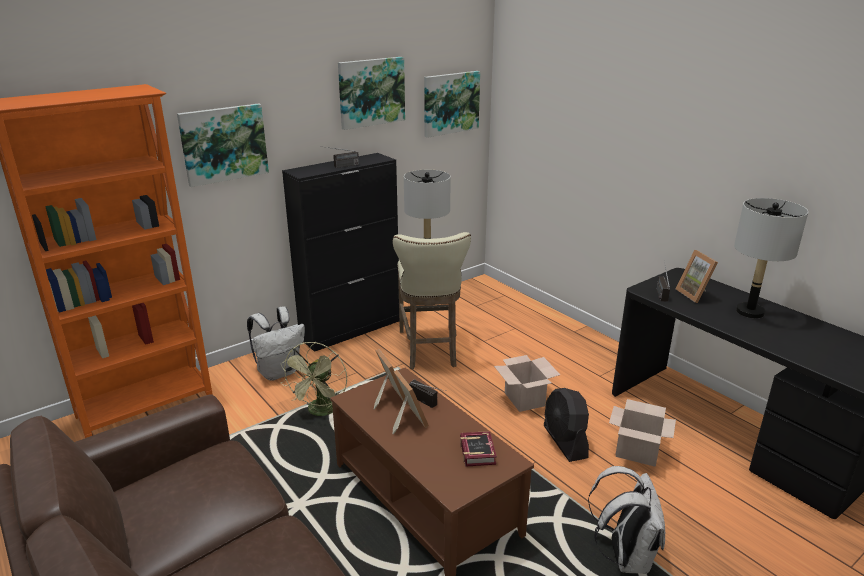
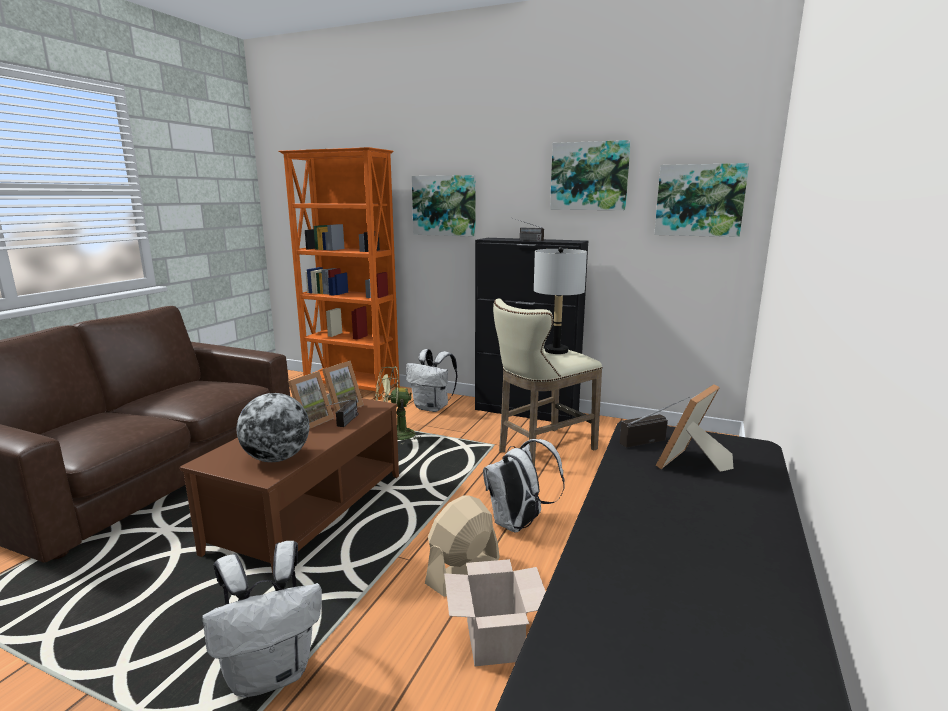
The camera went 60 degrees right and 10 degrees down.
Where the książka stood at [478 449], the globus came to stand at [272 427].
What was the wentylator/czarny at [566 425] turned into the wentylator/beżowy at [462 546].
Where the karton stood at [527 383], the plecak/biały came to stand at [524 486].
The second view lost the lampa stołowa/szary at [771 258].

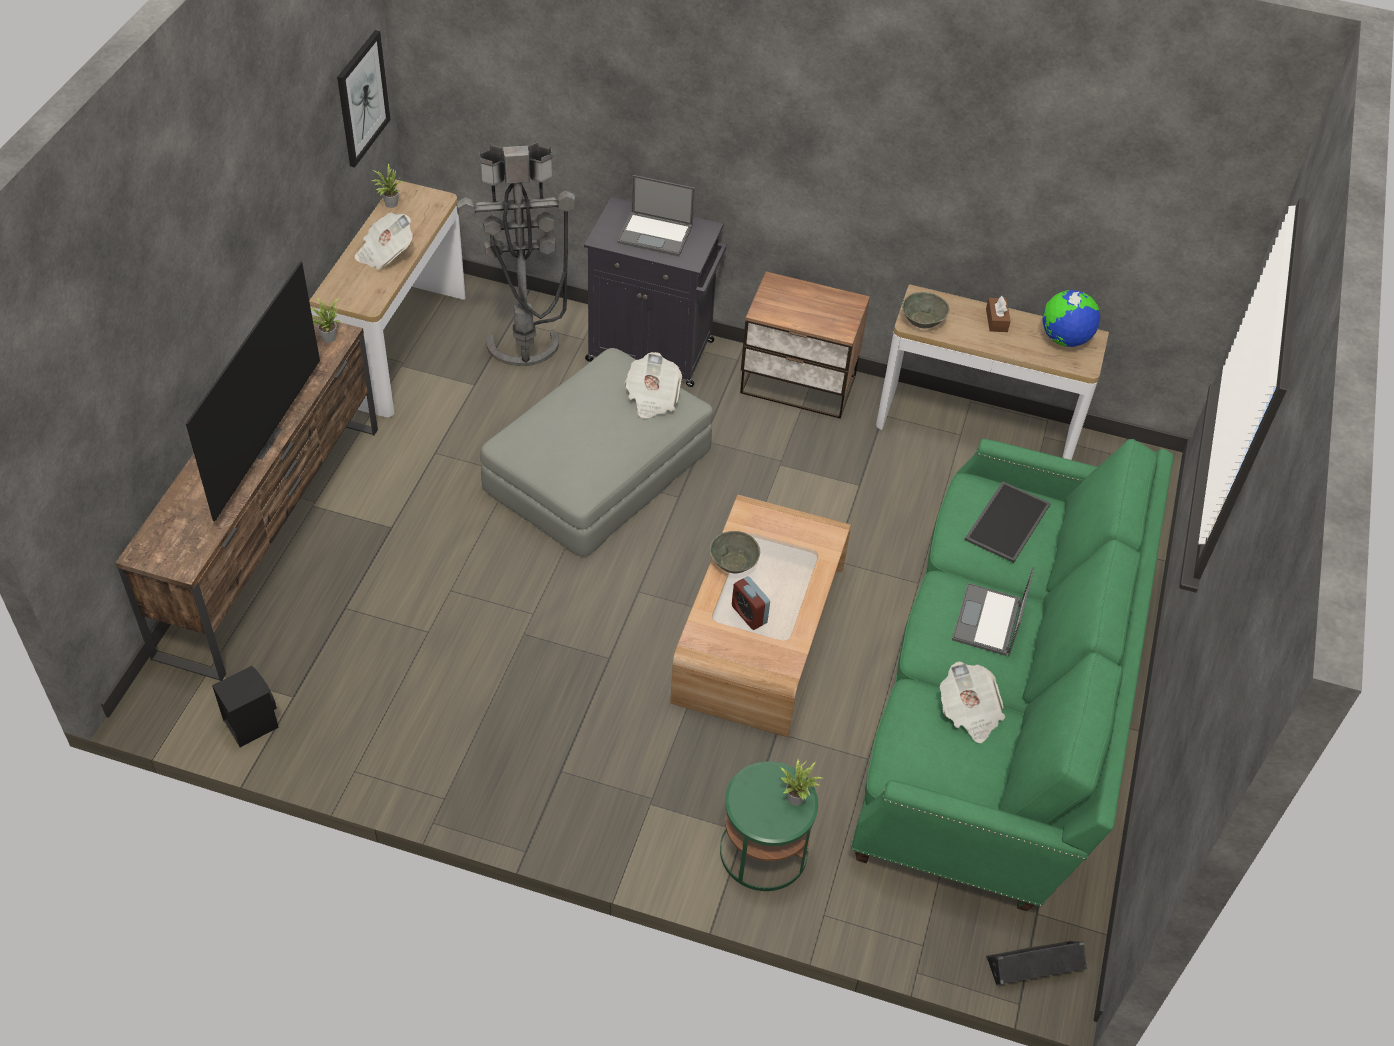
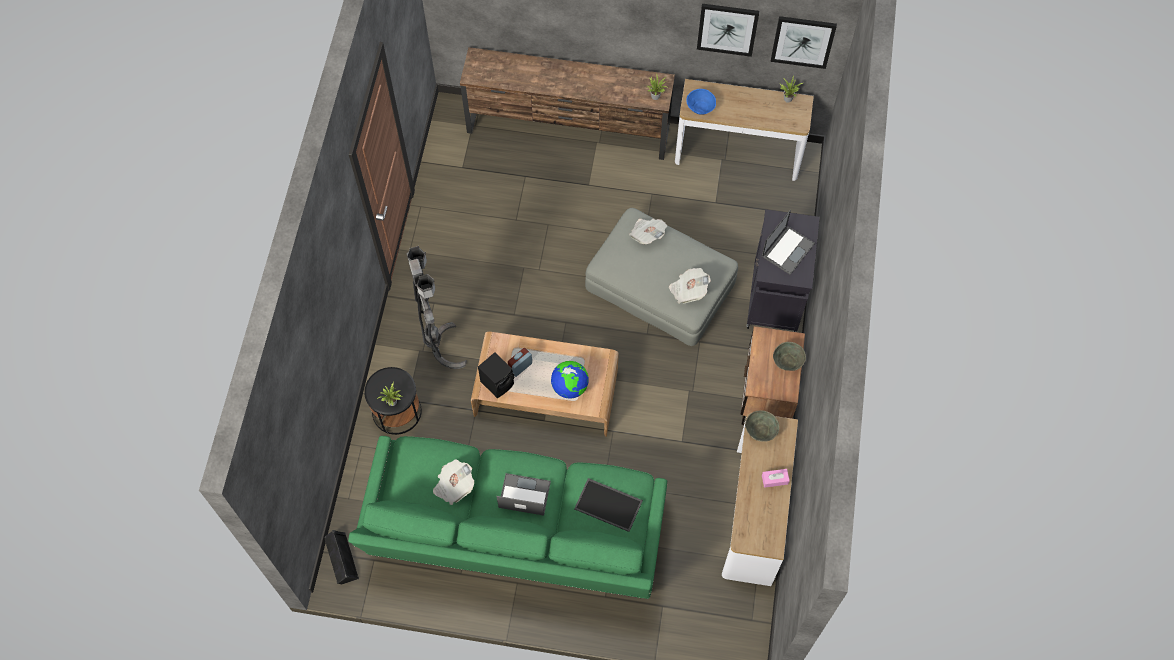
The camera went 85 degrees right and 15 degrees up.
What was the stolik/zielony at [769 826] turned into the stolik/czarny at [393 401].
The lampa stojąca/szary ended up elsewhere, having gone from [515 254] to [436 307].
The głośnik/czarny ended up elsewhere, having gone from [245 706] to [496 375].
The globus ended up elsewhere, having gone from [1071 318] to [570 380].
The gazeta ended up elsewhere, having gone from [383 241] to [648 231].
The second view gained the miska/niebieski at [701 102].
The second view gained the obraz at [728 30].
The laptop at [656 215] ended up facing another way, 150 degrees counterclockwise from before.
What was the pudełko chusteczek/brązowy at [998 314] turned into the pudełko chusteczek/różowy at [776 478].
The miska/szary ended up elsewhere, having gone from [734 552] to [789 356].
The second view lost the telewizor at [253 391].

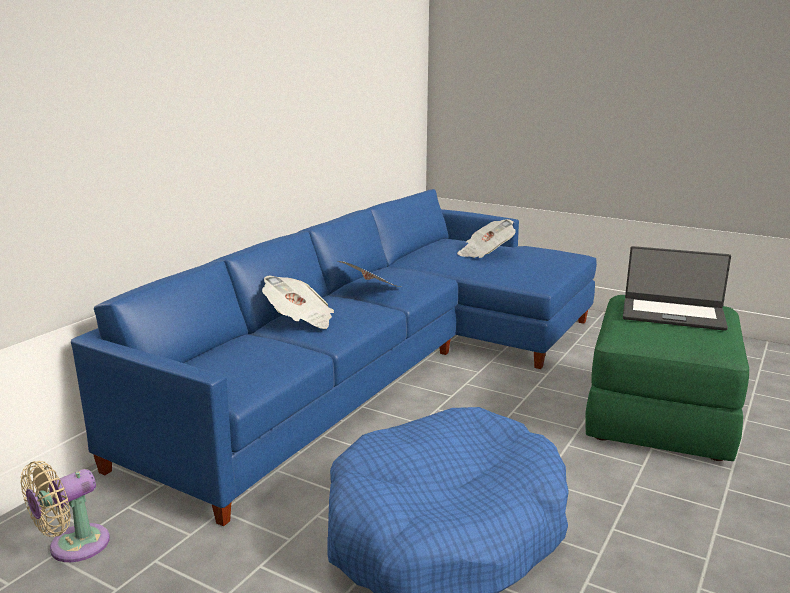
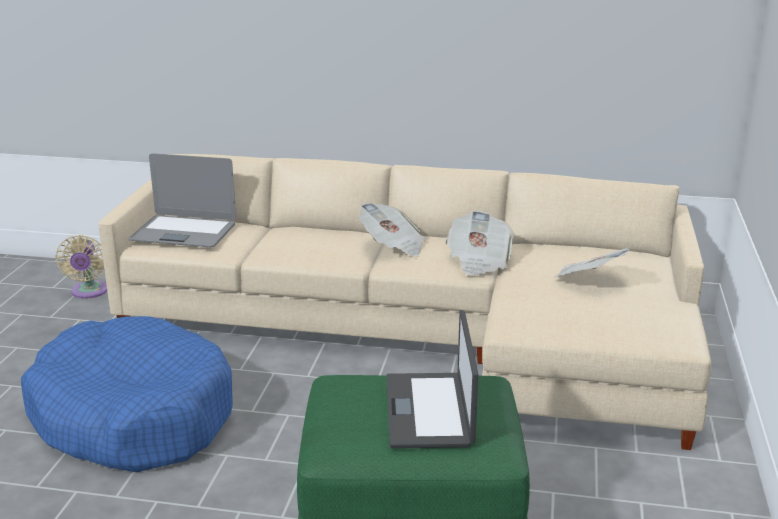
The camera went 70 degrees right and 5 degrees up.
The wentylator/beżowy at [65 511] ended up facing another way, 120 degrees counterclockwise from before.
What was the kanapa/niebieski at [334 357] turned into the kanapa/beżowy at [404 302].
The second view gained the laptop at [182 200].
The gazeta ended up elsewhere, having gone from [298 302] to [480 243].

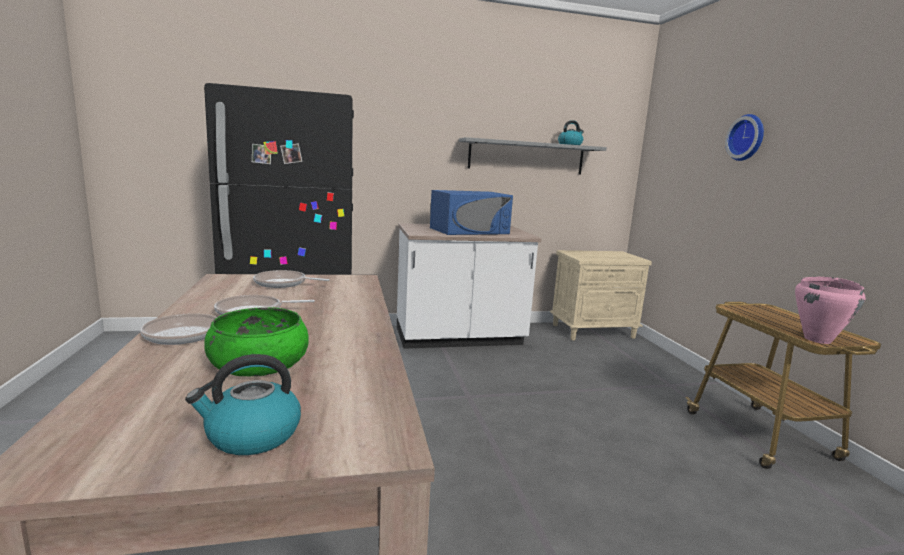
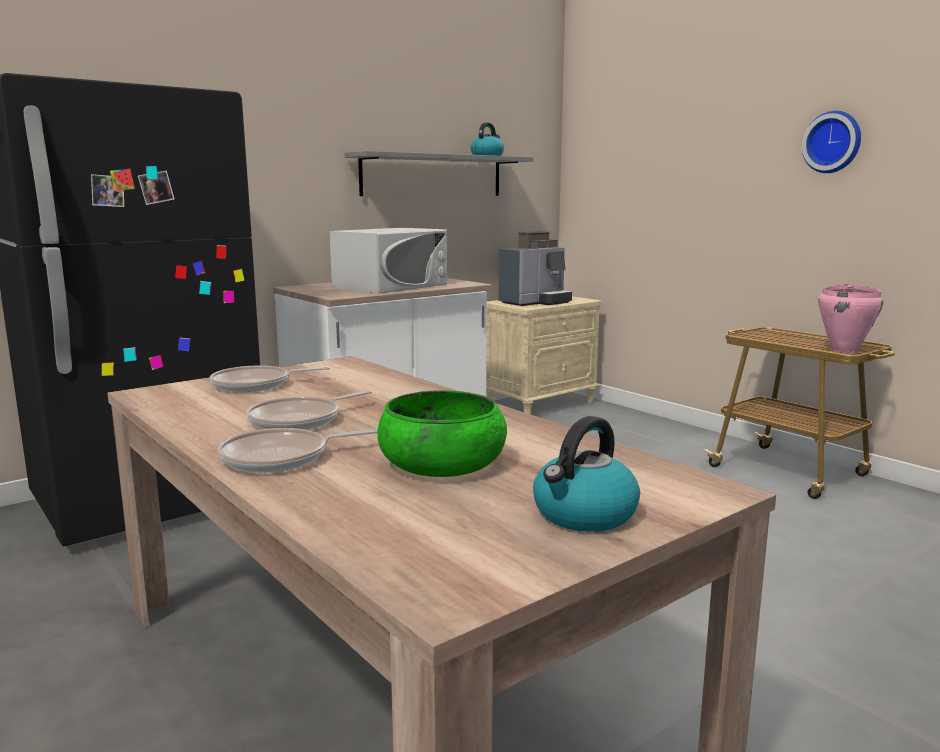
The camera went 25 degrees left and 0 degrees up.
What was the mikrofalówka/niebieski at [471 212] turned into the mikrofalówka/biały at [388 261].
The second view gained the ekspres do kawy at [535 268].
The zegar ścienny ended up elsewhere, having gone from [744 137] to [831 142].

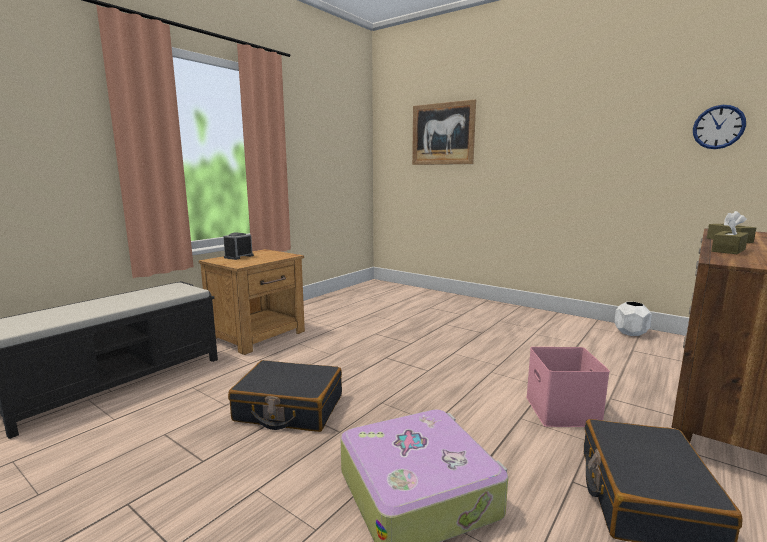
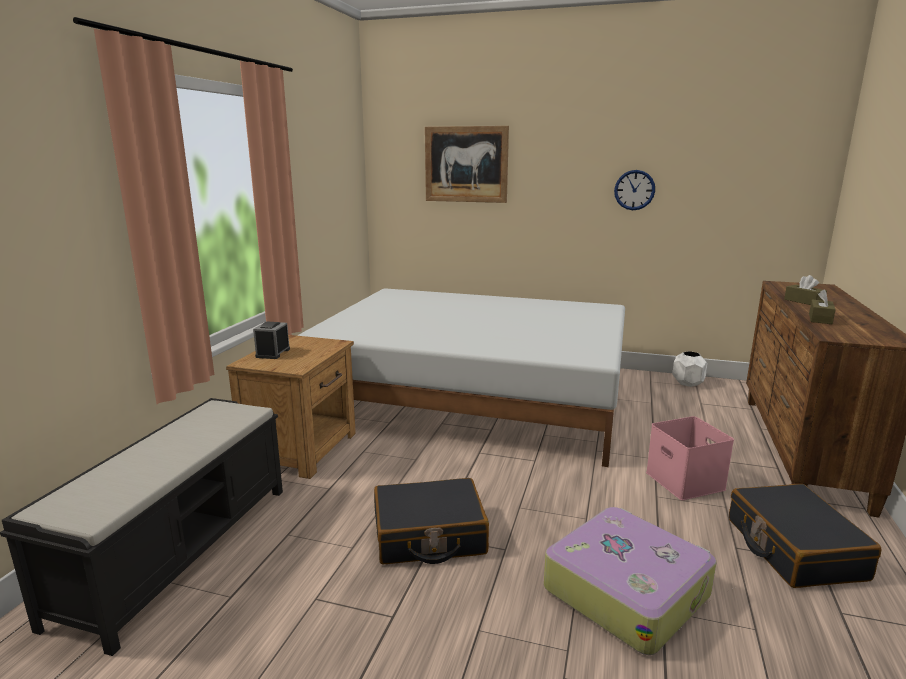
The camera went 20 degrees left and 5 degrees up.
The second view gained the łóżko/biały at [461 377].
The zegar ścienny ended up elsewhere, having gone from [719 127] to [634 190].

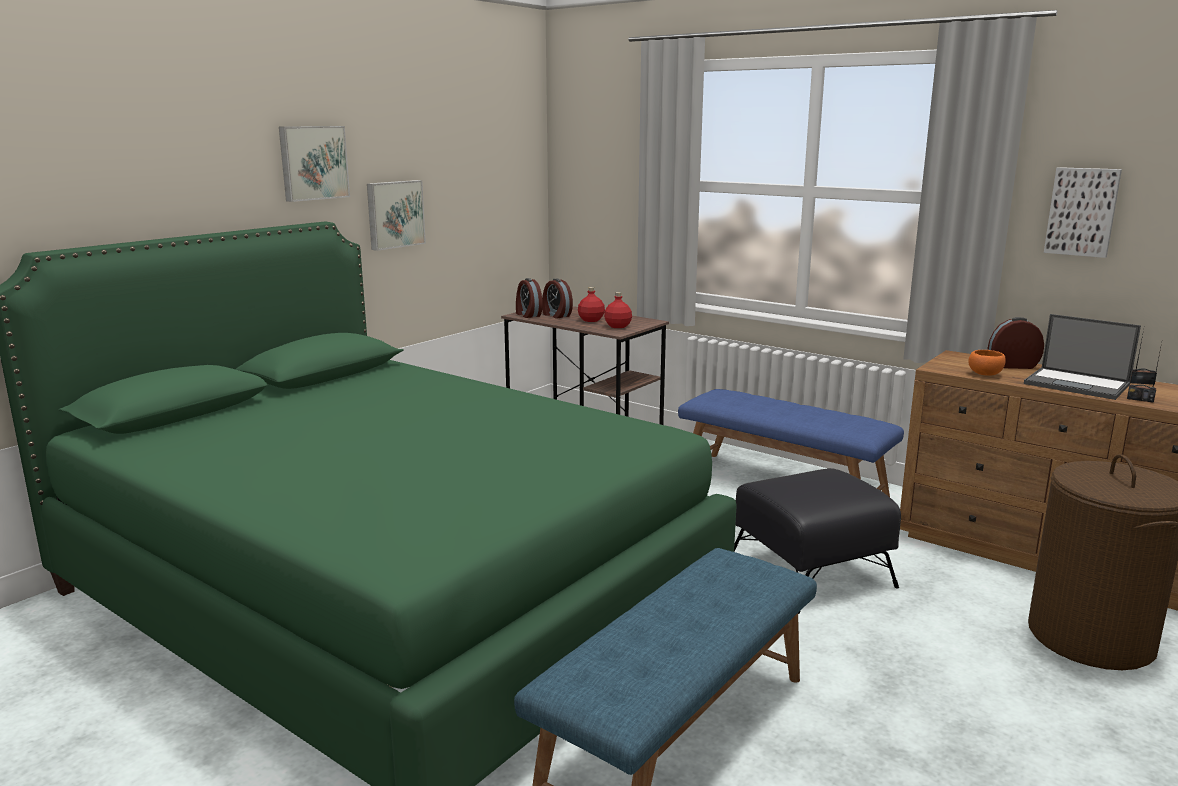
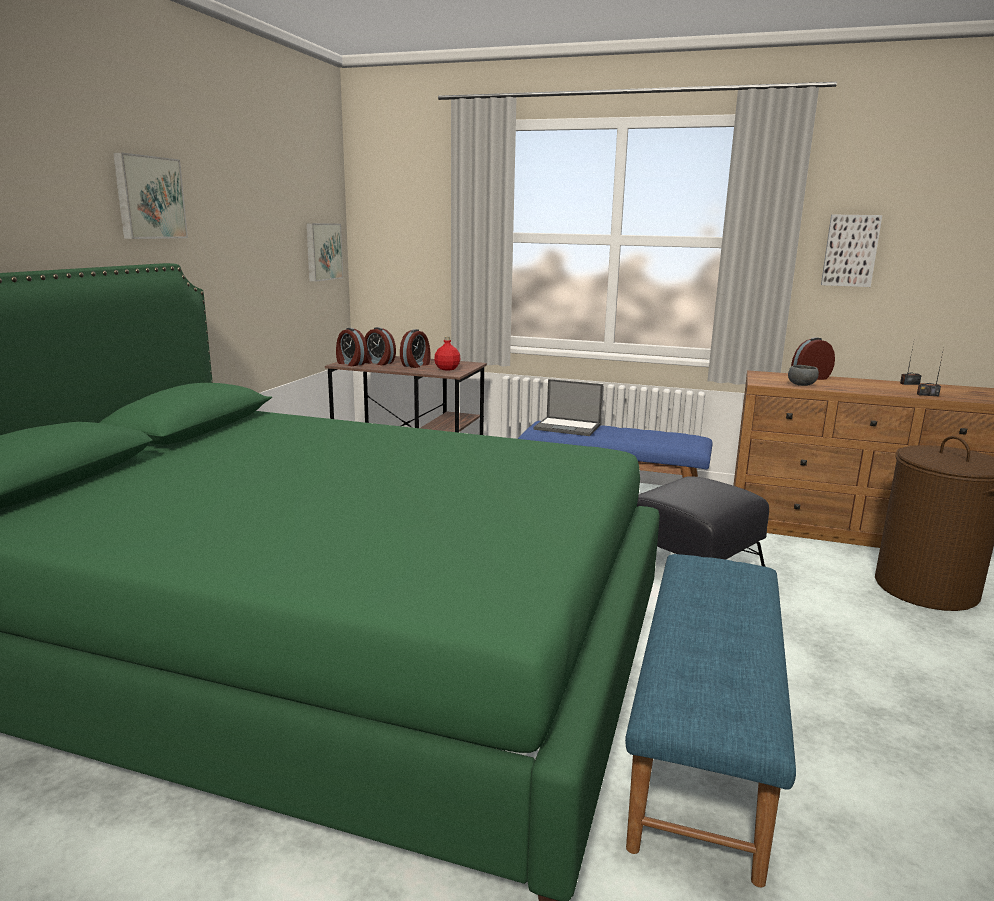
The camera went 20 degrees left and 0 degrees up.
The obraz ended up elsewhere, having gone from [396 215] to [324 252].
Where the butelka/czerwony stood at [591 304], the budzik came to stand at [415 348].
The laptop ended up elsewhere, having gone from [1082 357] to [568 407].
What was the miska/pomarańczowy at [987 363] turned into the miska/szary at [803 375].

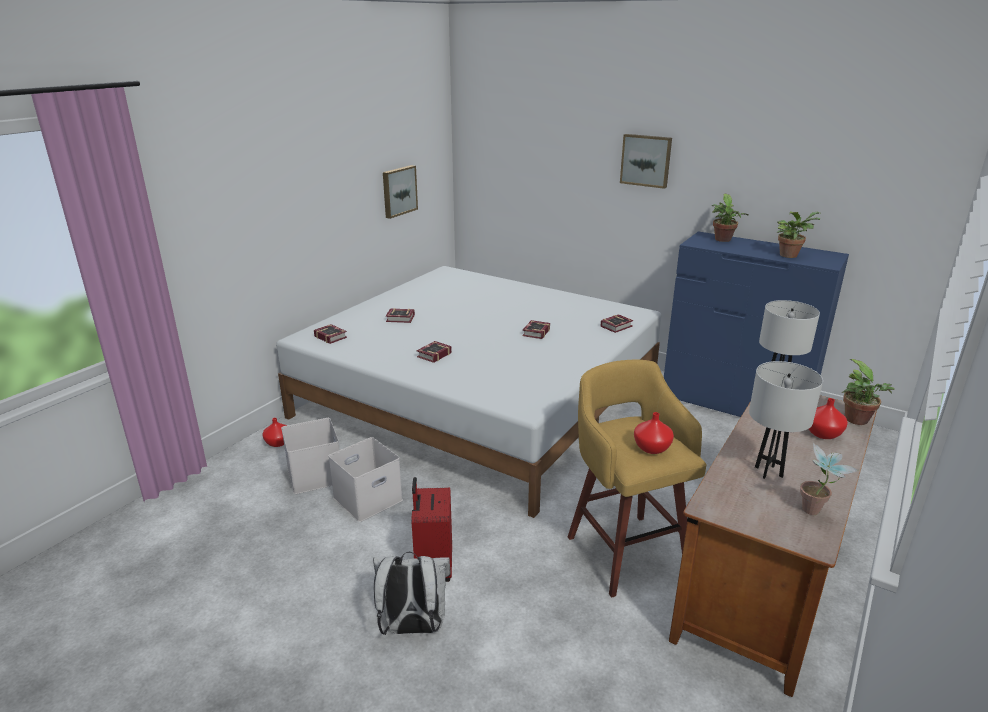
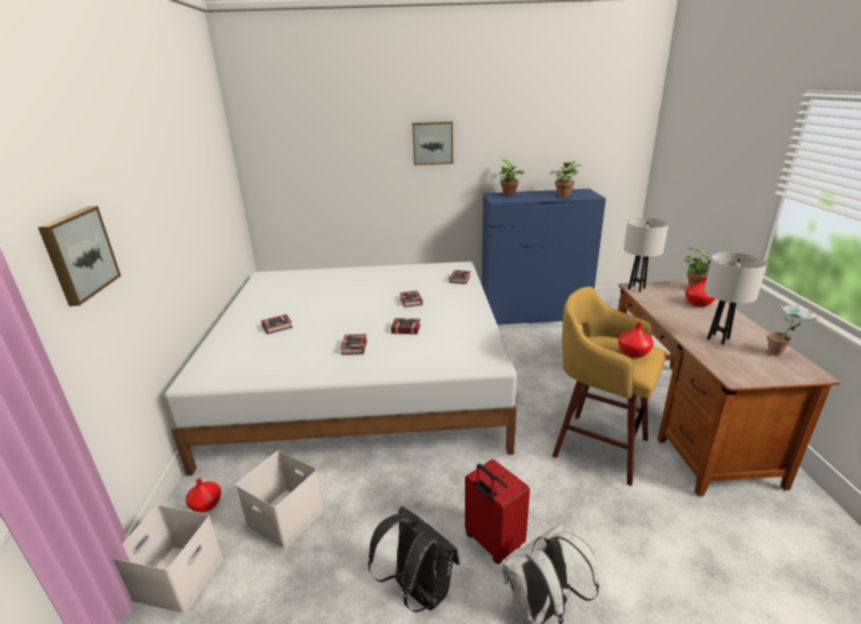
The camera went 35 degrees left and 0 degrees up.
The obraz ended up elsewhere, having gone from [400 192] to [79 256].
The pojemnik do przechowywania/biały ended up elsewhere, having gone from [365 479] to [167 559].
The second view gained the plecak/czarny at [414 559].
The książka ended up elsewhere, having gone from [330 334] to [405 326].

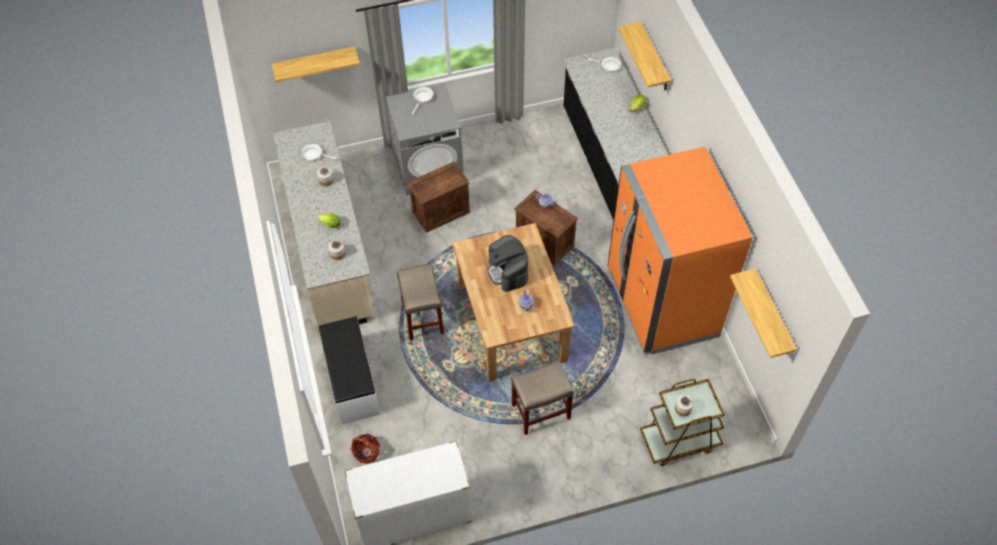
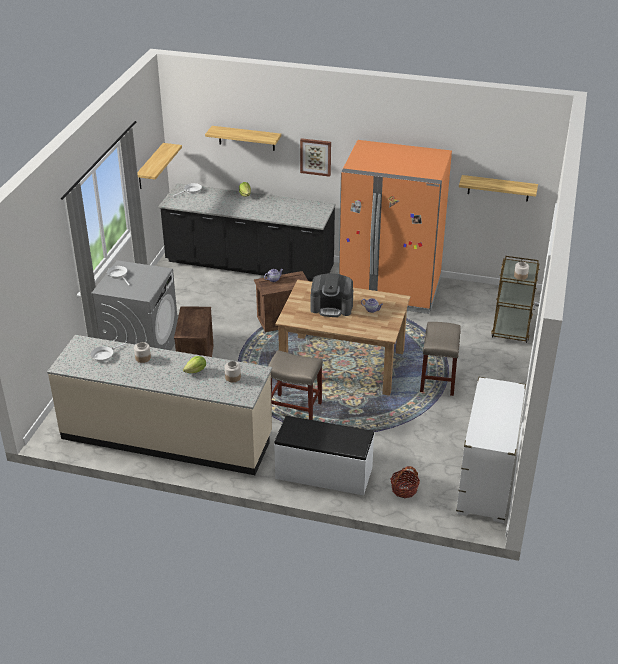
The camera went 60 degrees left and 20 degrees down.
The półka ended up elsewhere, having gone from [316 64] to [159 166].
The second view gained the obraz at [315 157].

